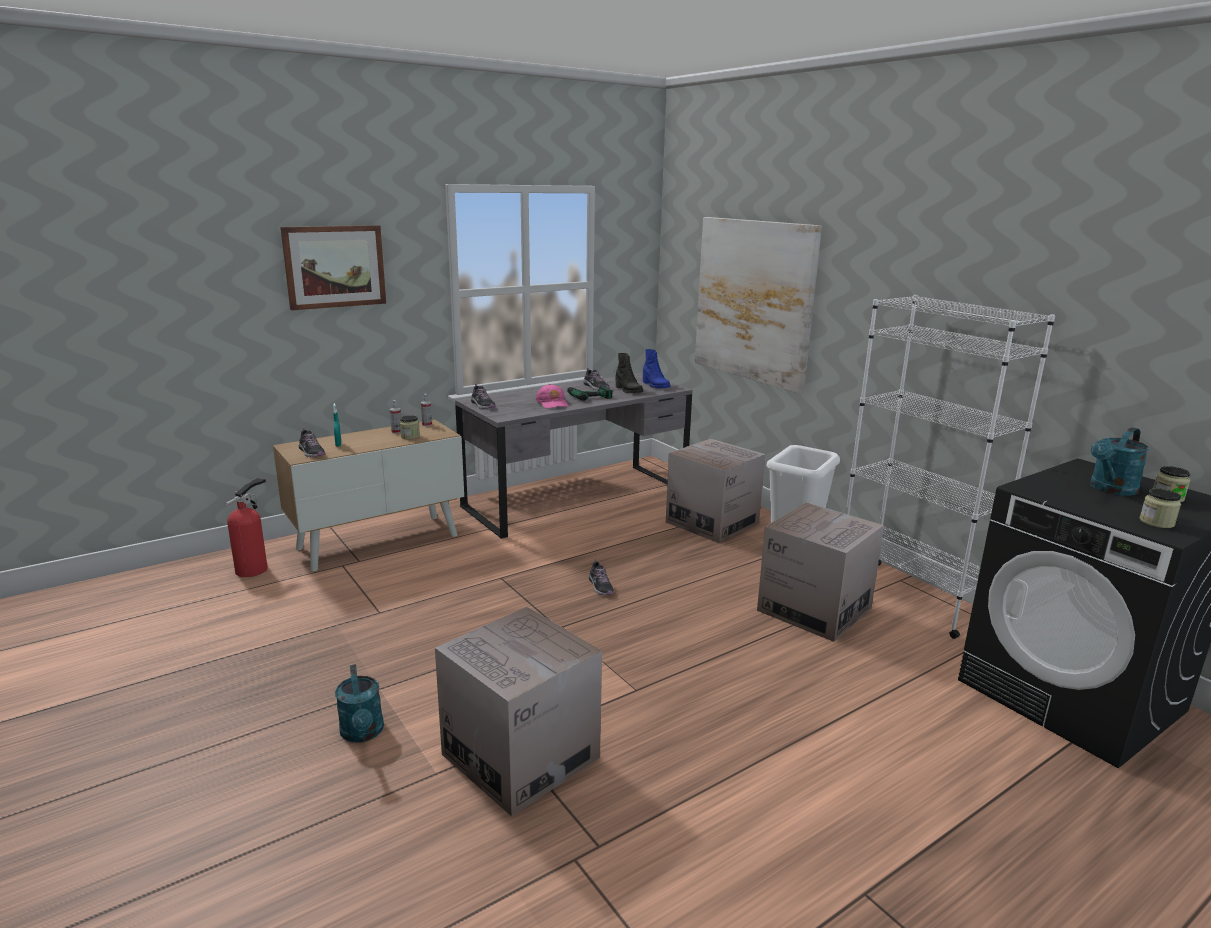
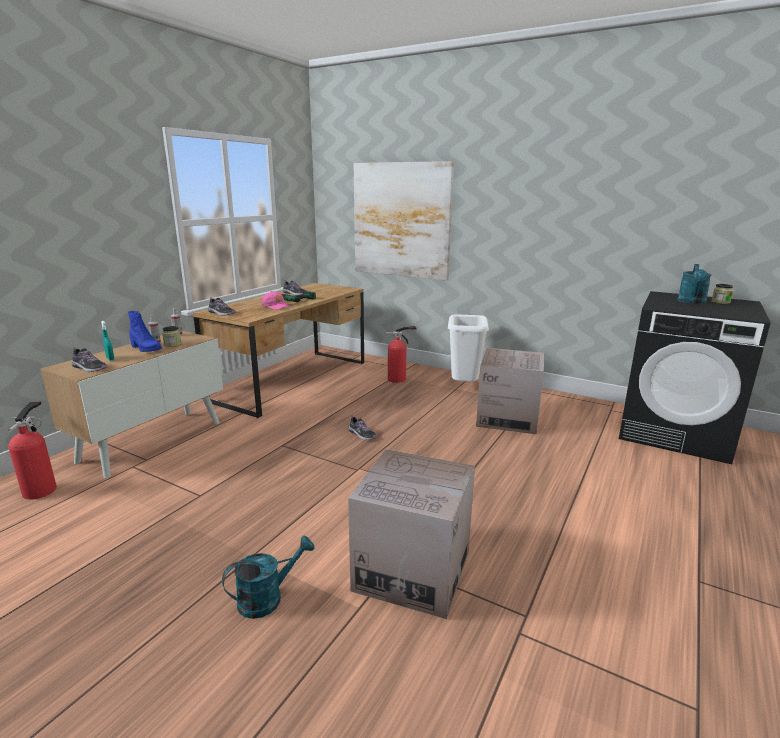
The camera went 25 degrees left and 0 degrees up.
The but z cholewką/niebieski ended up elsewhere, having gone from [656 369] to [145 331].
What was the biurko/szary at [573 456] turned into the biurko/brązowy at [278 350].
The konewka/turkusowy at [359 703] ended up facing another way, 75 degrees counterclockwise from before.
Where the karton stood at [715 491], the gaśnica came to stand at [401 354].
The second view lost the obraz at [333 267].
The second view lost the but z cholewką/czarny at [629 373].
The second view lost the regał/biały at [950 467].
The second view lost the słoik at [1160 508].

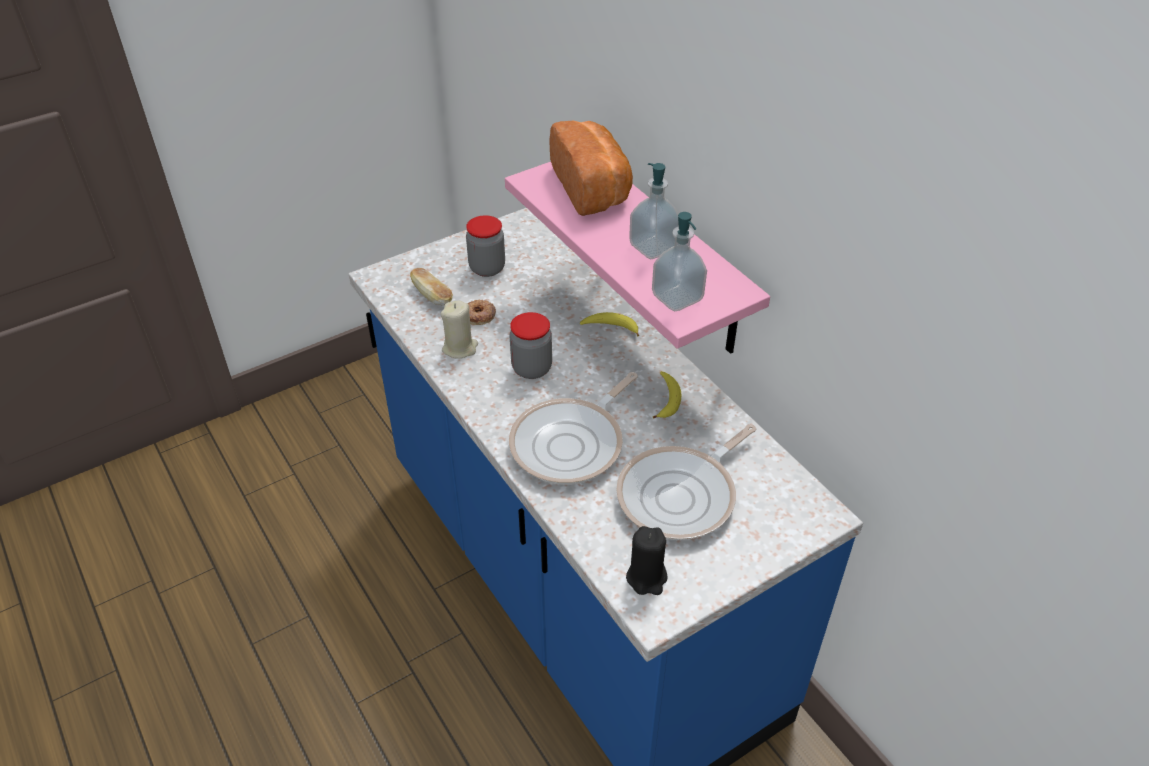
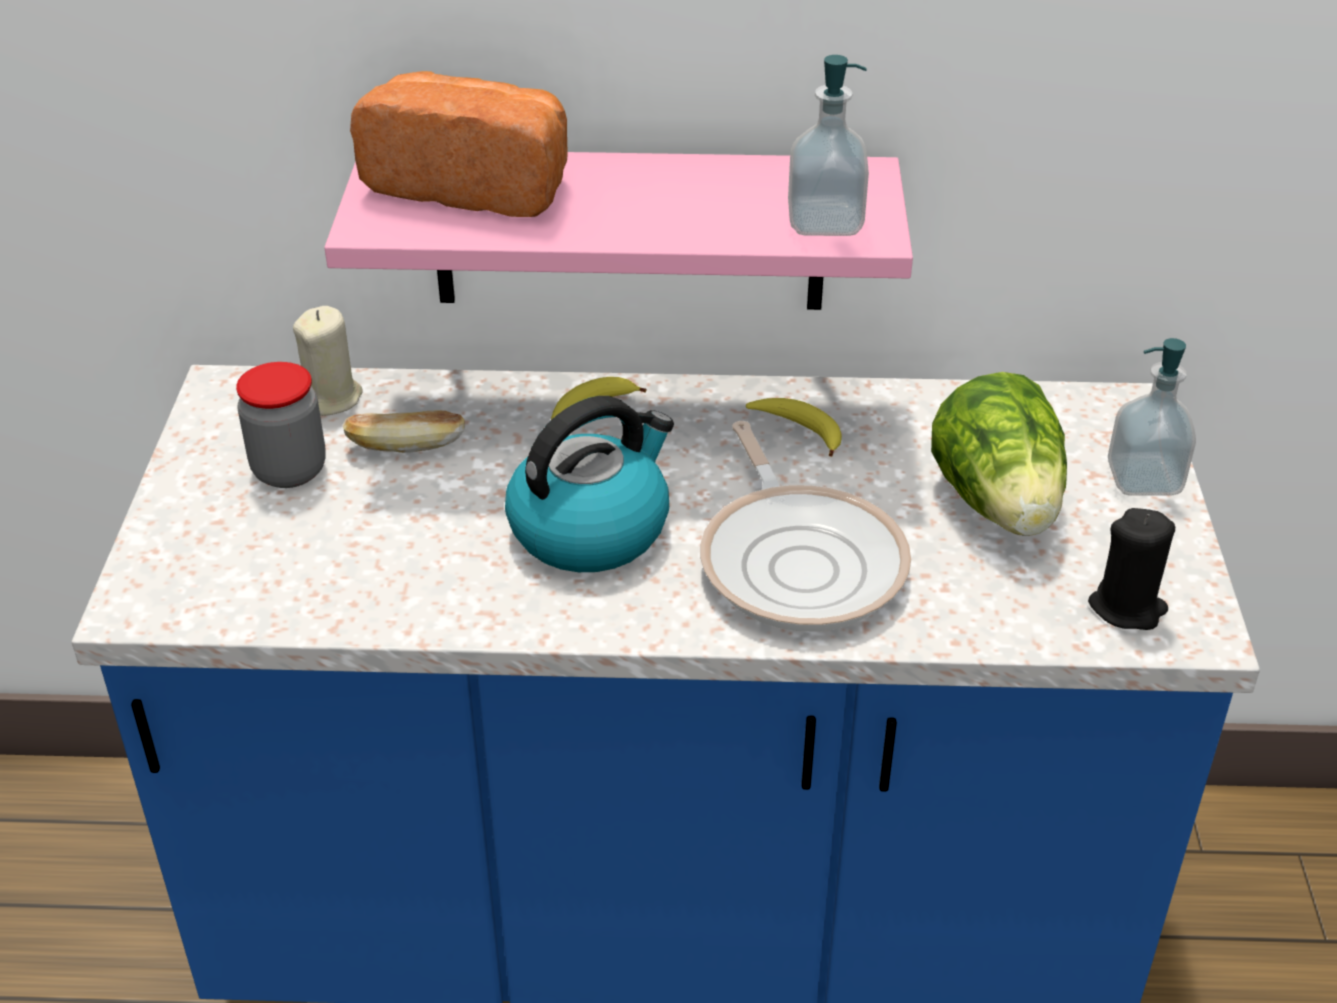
The camera went 55 degrees left and 5 degrees down.
The świeca/beżowy ended up elsewhere, having gone from [459 330] to [328 361].
The chleb ended up elsewhere, having gone from [431 287] to [403 432].
Where the słoik stood at [531 345], the czajnik came to stand at [589 484].
Where the patelnia stood at [686 482], the sałata came to stand at [999 454].
The dozownik mydła ended up elsewhere, having gone from [654 211] to [1152 417].
The second view lost the donut at [482 312].

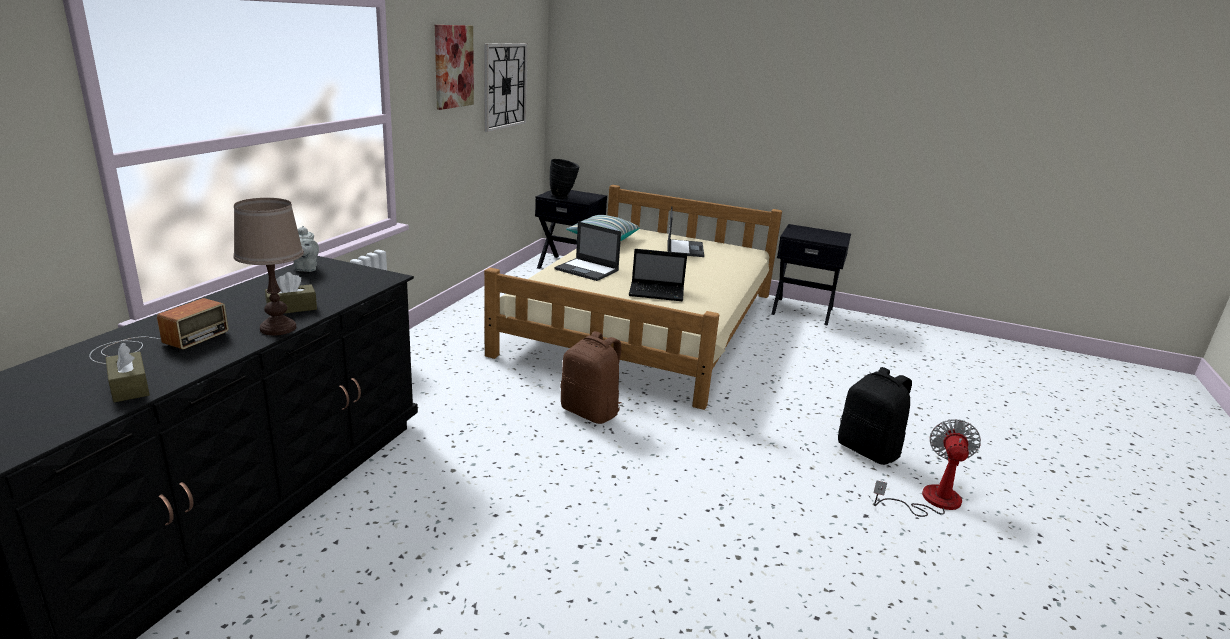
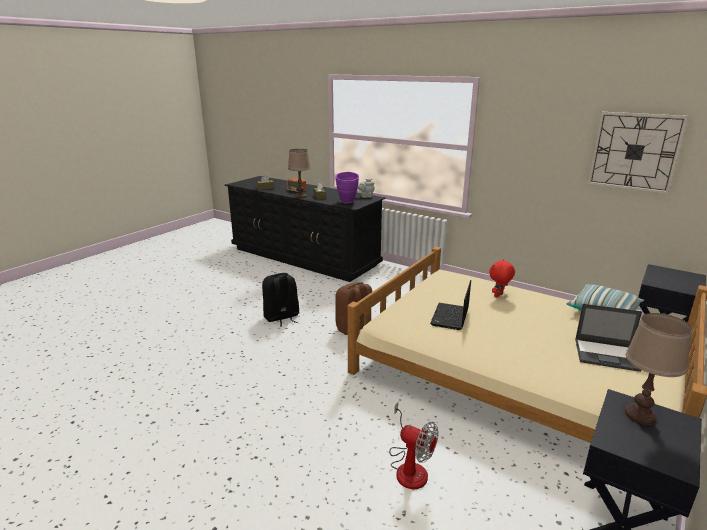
The camera went 105 degrees right and 0 degrees up.
The plecak/czarny ended up elsewhere, having gone from [875 416] to [280 300].
The second view gained the wazon/fioletowy at [347 188].
The wentylator ended up elsewhere, having gone from [927 468] to [413 445].
Where the laptop stood at [587 251], the pluszak/czerwony came to stand at [502 278].
The second view gained the lampa stołowa/brązowy at [659 369].
The second view lost the obraz at [454 67].
The second view lost the wazon/czarny at [564 178].

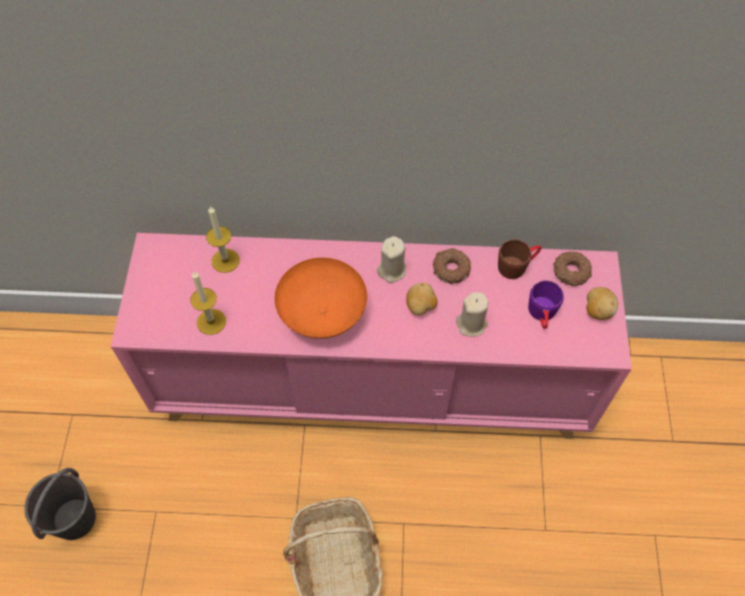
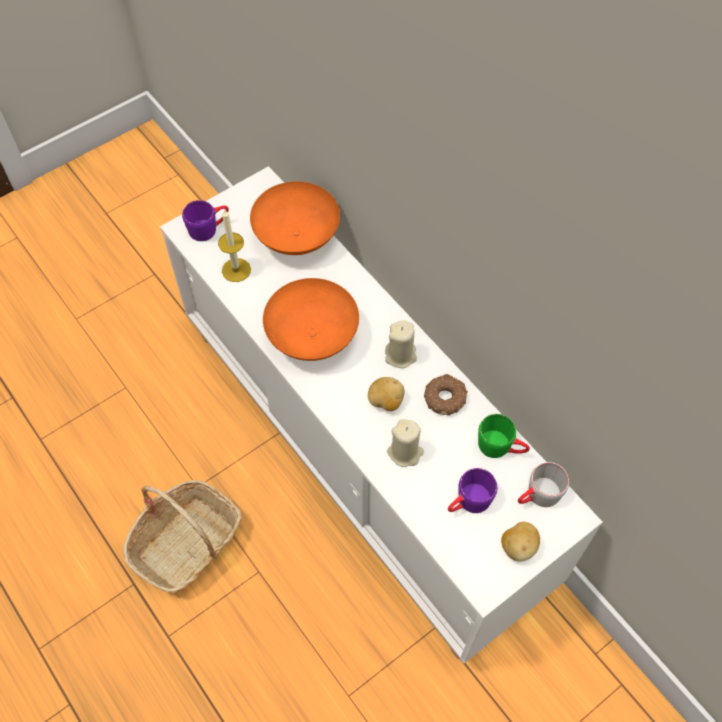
The camera went 50 degrees right and 0 degrees up.
What was the szafka/różowy at [371 336] turned into the szafka/biały at [381 415].
The second view gained the kubek/fioletowy at [205 220].
Where the świeca stood at [223 239], the miska/pomarańczowy came to stand at [295 218].
What was the kubek/brązowy at [520 259] turned into the kubek/zielony at [504 436].
Where the donut stood at [572 268], the kubek/szary came to stand at [543 484].
The second view lost the wiadro/szary at [60 504].

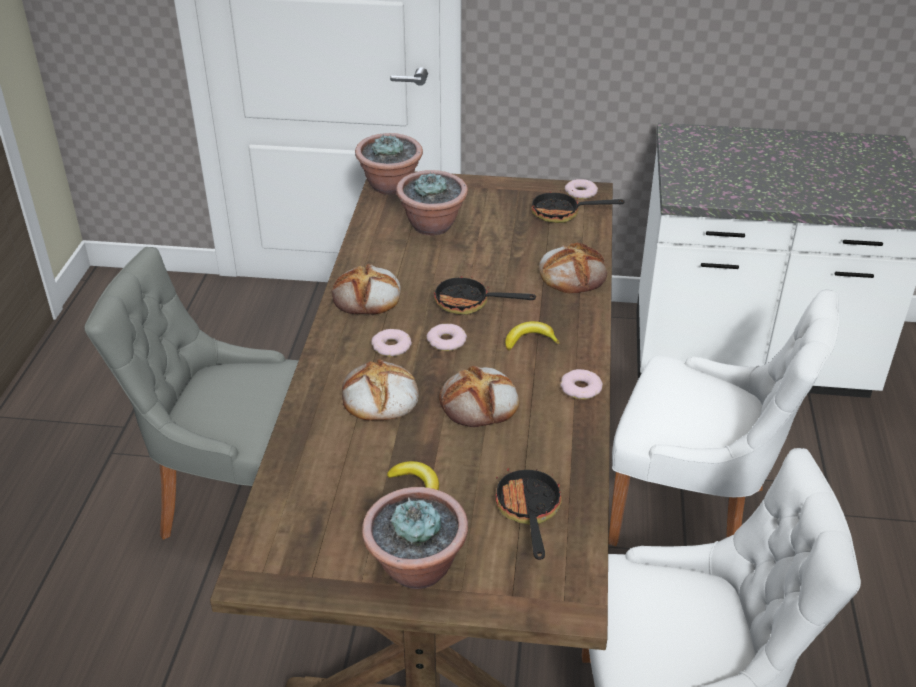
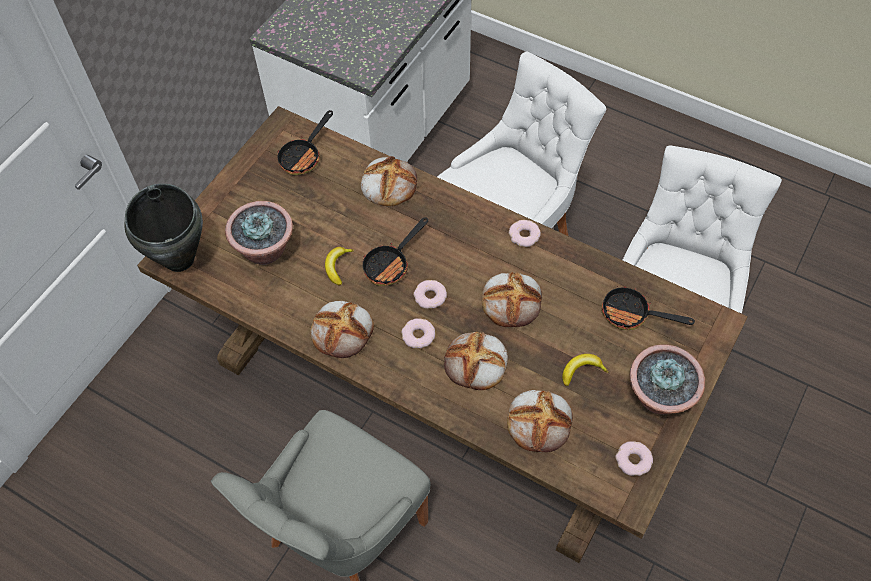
The camera went 65 degrees left and 20 degrees up.
Where the roślina doniczkowa stood at [389 164], the garnek/czarny came to stand at [164 227].
The banan ended up elsewhere, having gone from [532 335] to [339 266].
The second view gained the chleb at [540 421].
The donut ended up elsewhere, having gone from [581 189] to [634 458].

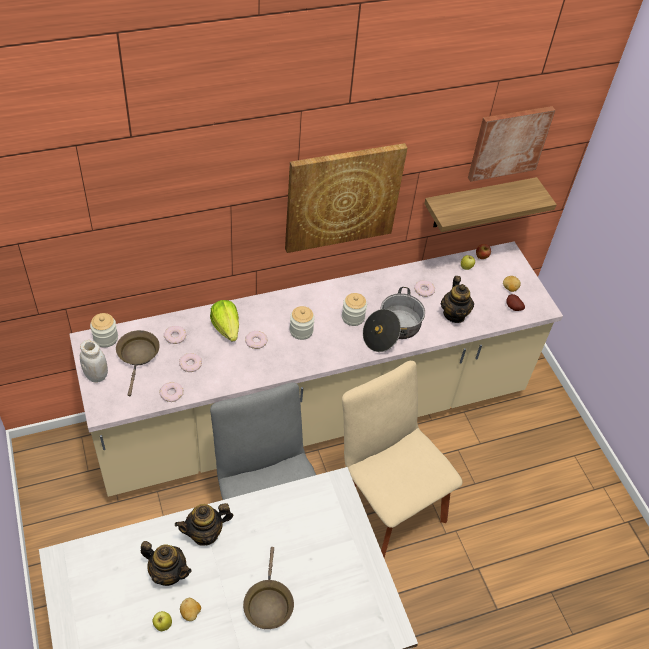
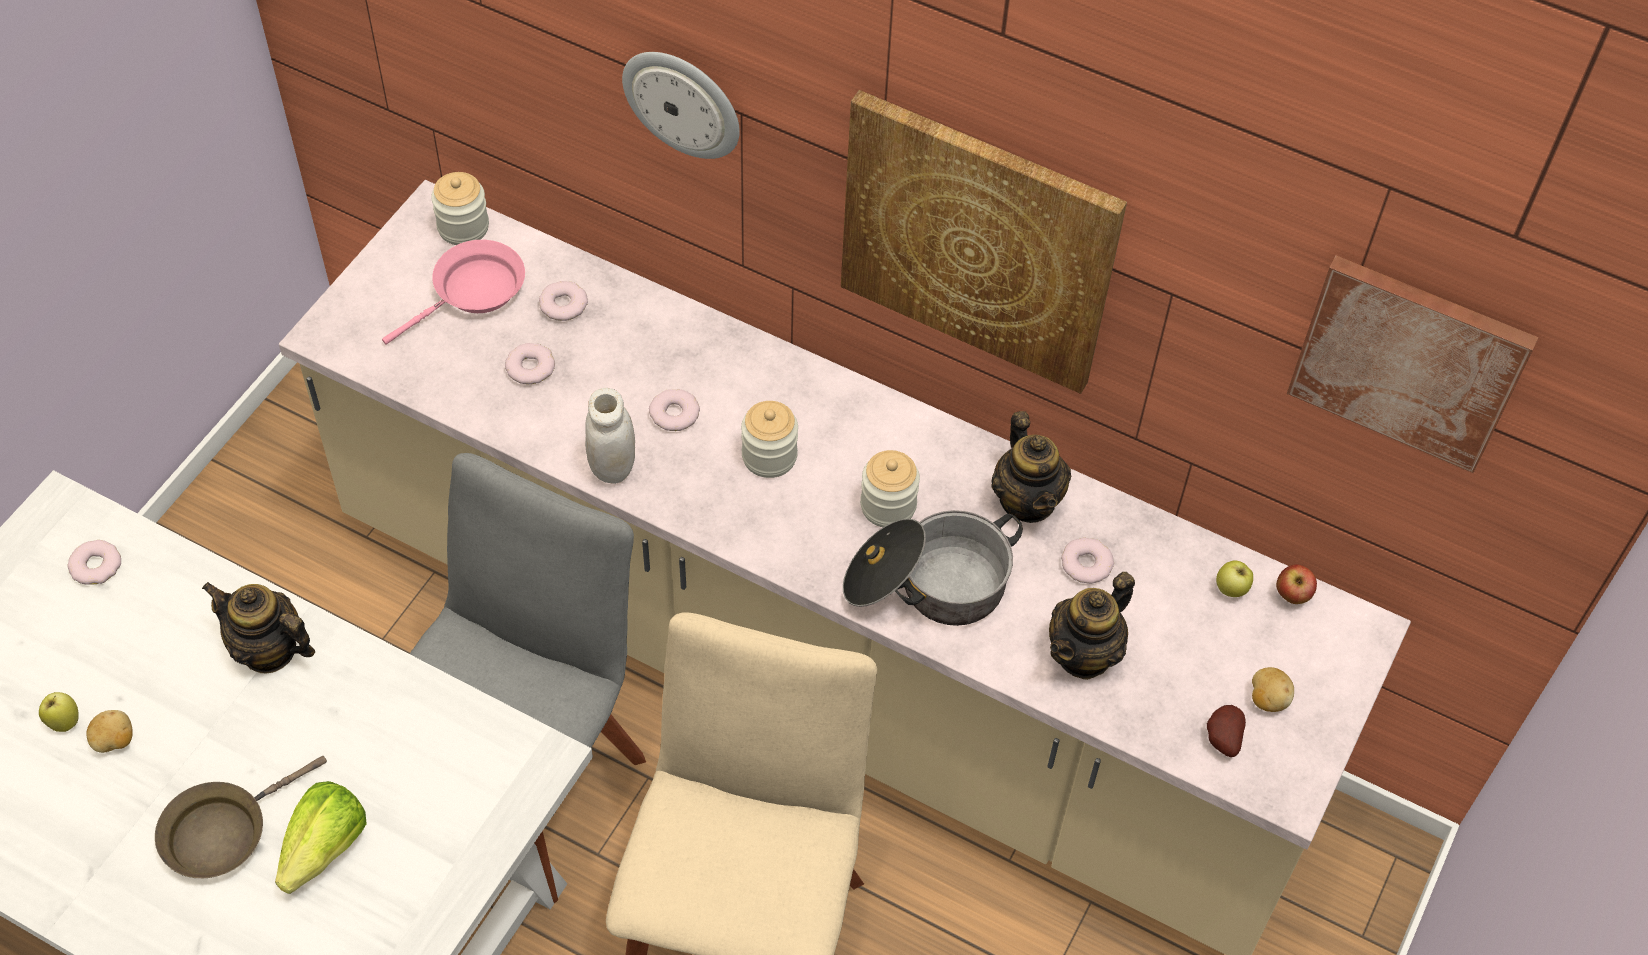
The camera went 50 degrees right and 5 degrees up.
The donut ended up elsewhere, having gone from [171 392] to [94 562].
The sałata ended up elsewhere, having gone from [224 321] to [321 837].
What was the patelnia/brązowy at [138 363] turned into the patelnia/różowy at [453 292].
The słoik/biały ended up elsewhere, having gone from [94 361] to [610 436].
The second view gained the zegar ścienny at [681 105].
The imbryk ended up elsewhere, having gone from [166 563] to [1031 467].
The second view lost the półka at [490 204].

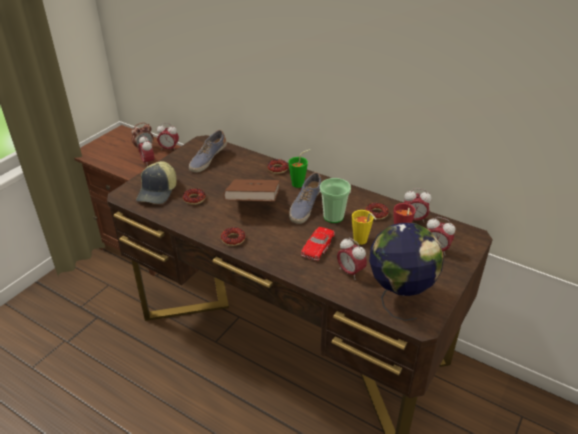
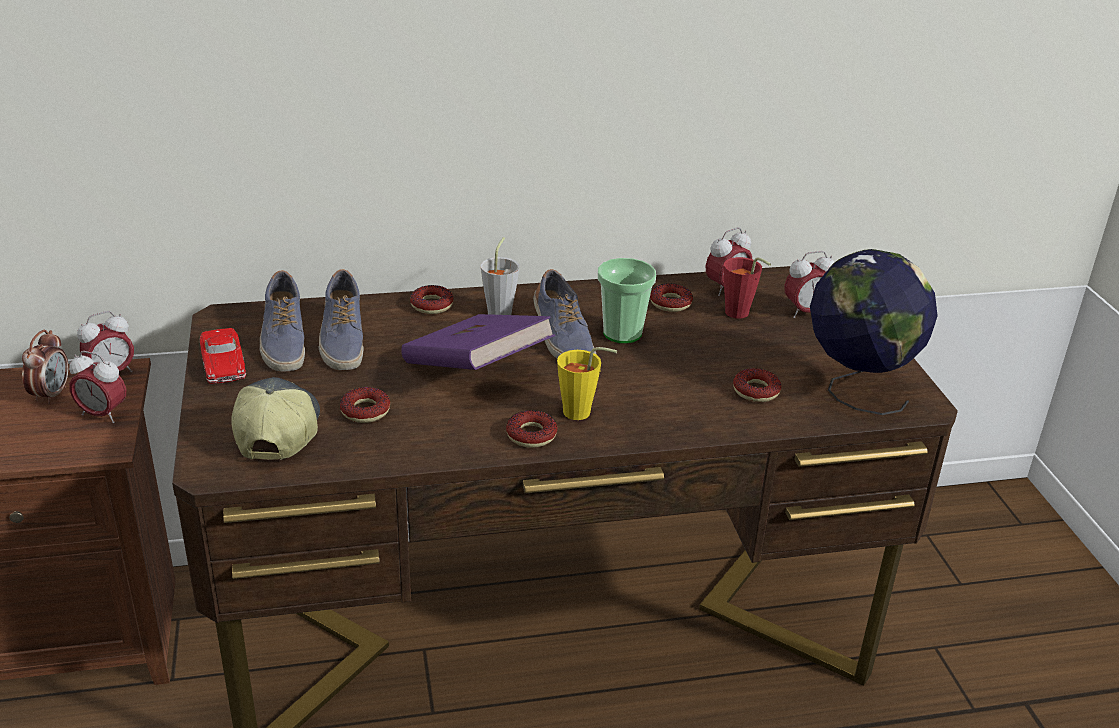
The camera went 45 degrees left and 5 degrees down.
The samochodzik/czerwony ended up elsewhere, having gone from [318 244] to [223 356].
The czapka z daszkiem at [156 182] ended up facing another way, 150 degrees counterclockwise from before.
The second view gained the but at [340 319].
What was the książka/brązowy at [251 190] turned into the książka/fioletowy at [478 342].
What was the filiżanka/zielony at [299 168] turned into the filiżanka/szary at [500 276].
The filiżanka/żółty ended up elsewhere, having gone from [364 227] to [587 383].
Where the budzik stood at [352 259], the donut came to stand at [757 385].

